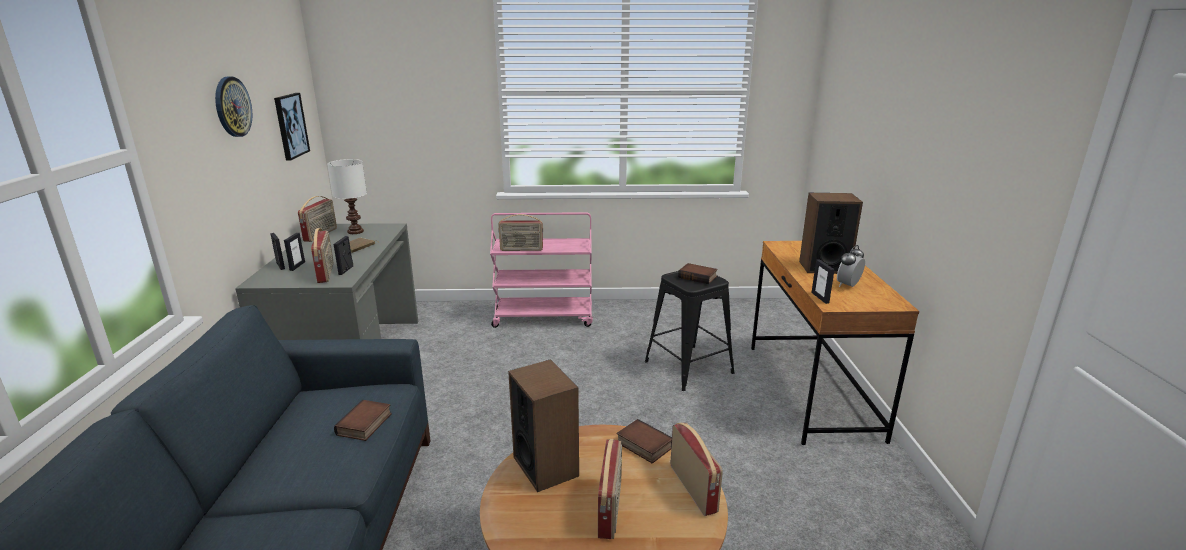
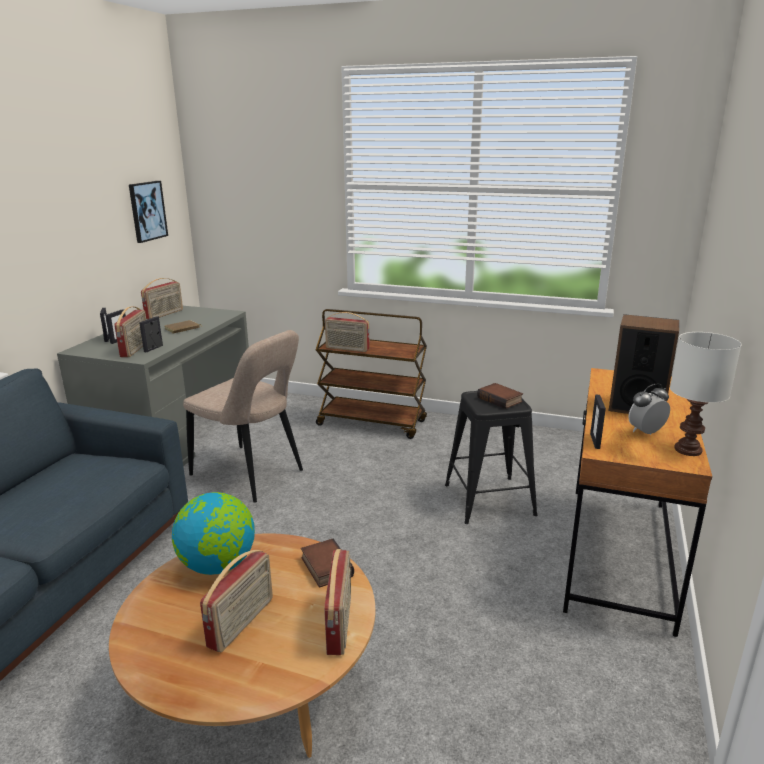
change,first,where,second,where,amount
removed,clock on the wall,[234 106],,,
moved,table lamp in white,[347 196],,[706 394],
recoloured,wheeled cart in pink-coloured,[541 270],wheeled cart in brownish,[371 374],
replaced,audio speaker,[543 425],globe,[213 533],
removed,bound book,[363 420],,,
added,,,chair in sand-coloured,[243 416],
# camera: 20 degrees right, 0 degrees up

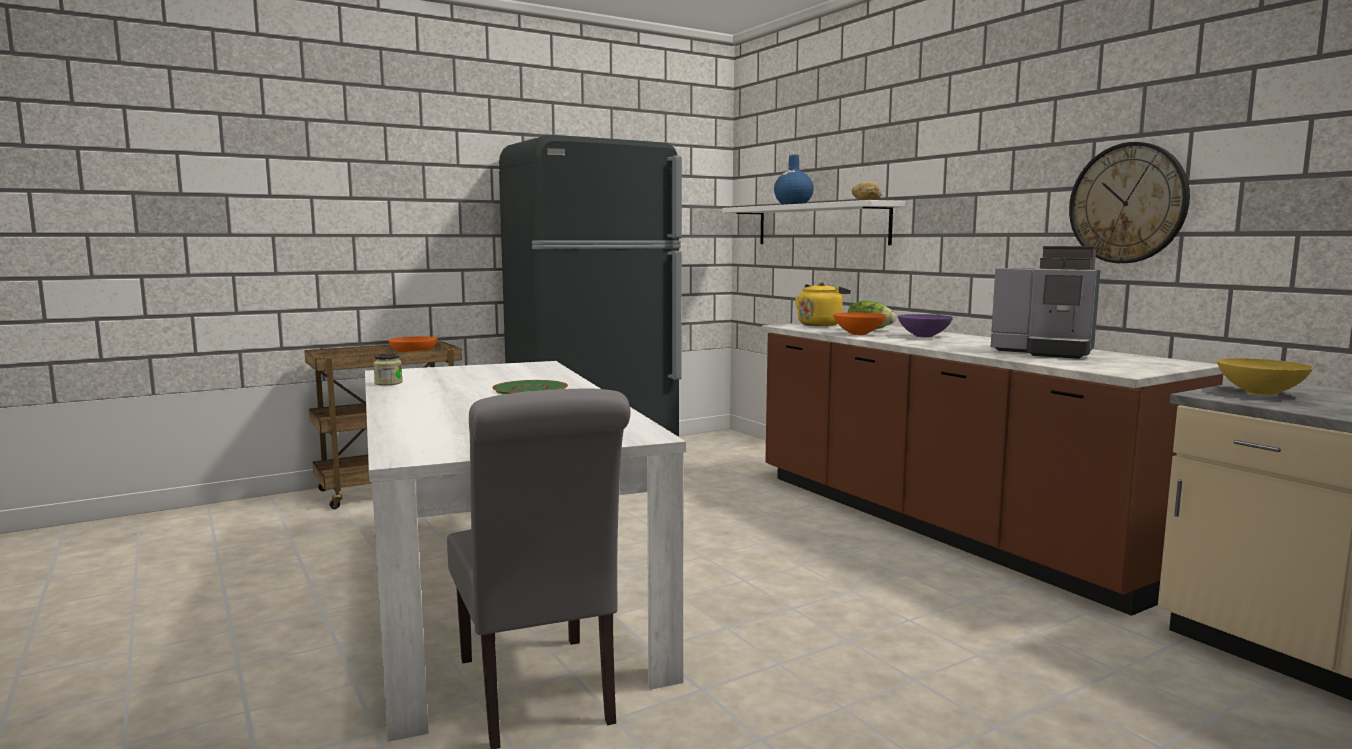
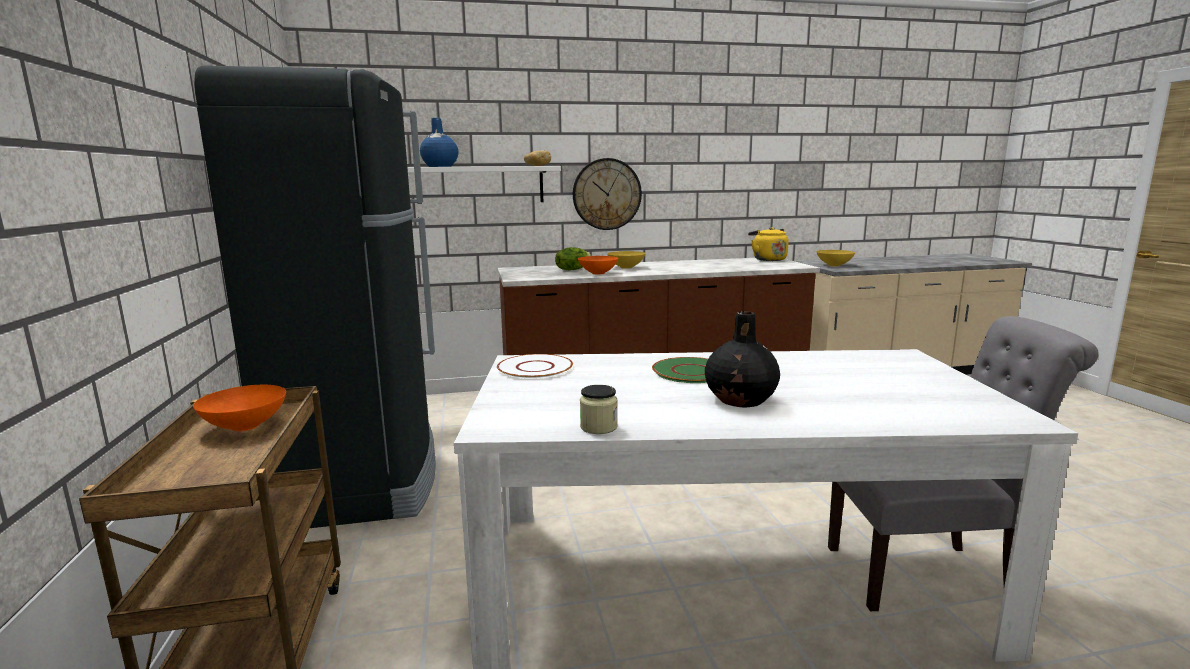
change,first,where,second,where,amount
moved,clock on the wall,[1129 202],,[607 194],
removed,coffee maker,[1045 302],,,
moved,tea kettle in yellowish,[823 304],,[768 244],
recoloured,bowl in purple-coloured,[925 325],bowl in yellowish,[626 260],
added,,,flower vase in black,[742 359],
added,,,plate in white,[535 366],
# camera: 70 degrees left, 5 degrees up

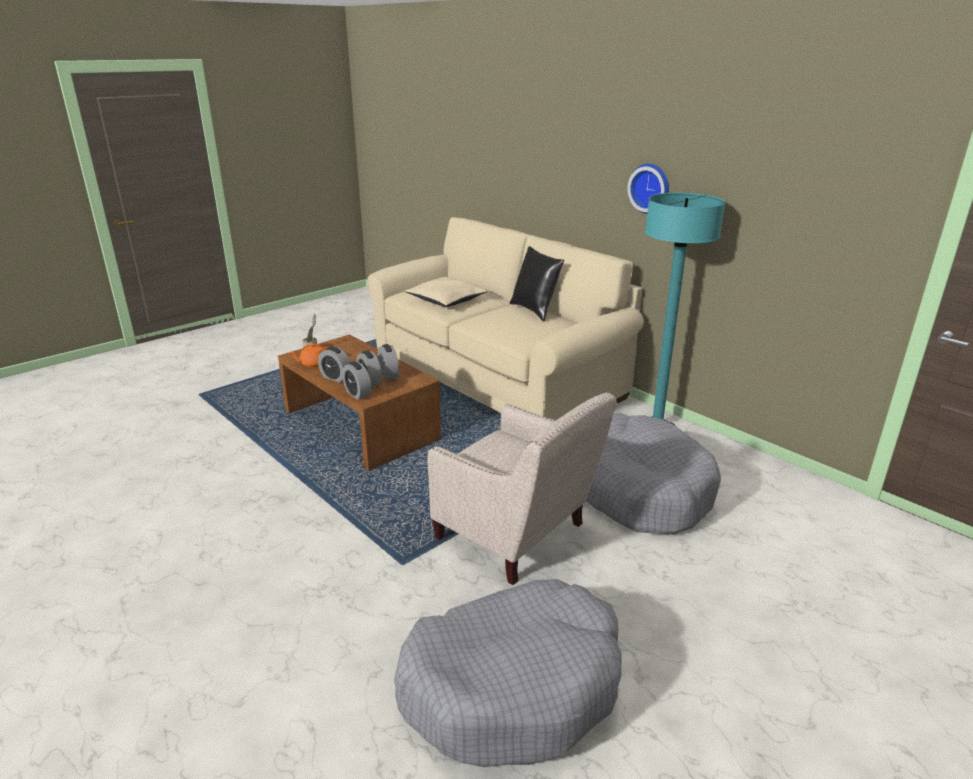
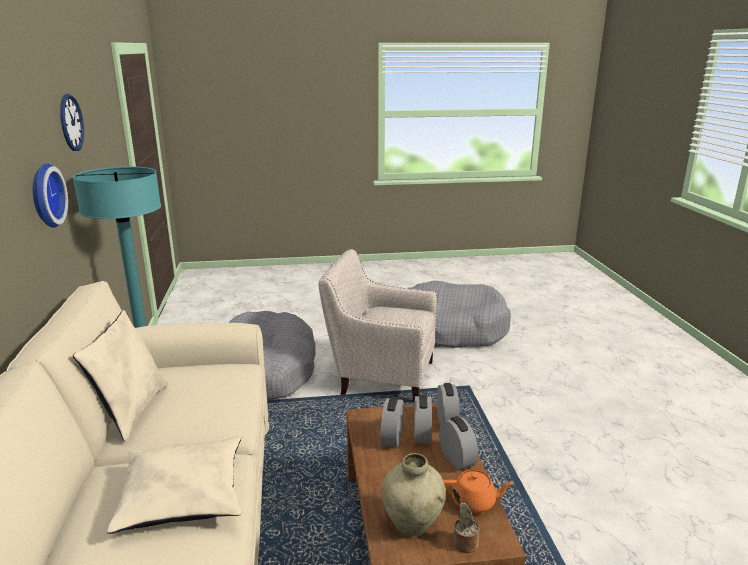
change,first,where,second,where,amount
recoloured,throw pillow in black,[537 283],throw pillow in sand-coloured,[120 375],
turned,easy chair in sand-coloured,[521 488],,[378 325],60 degrees counterclockwise
added,,,clock on the wall,[72 122],
added,,,flower vase in sand-coloured,[413 495],
# camera: 145 degrees left, 5 degrees down

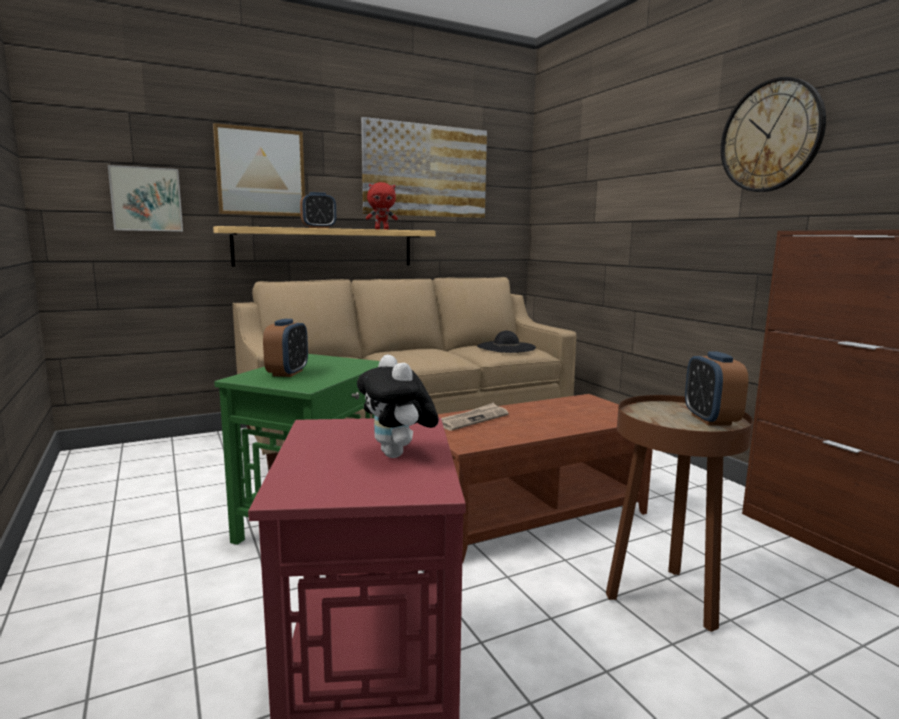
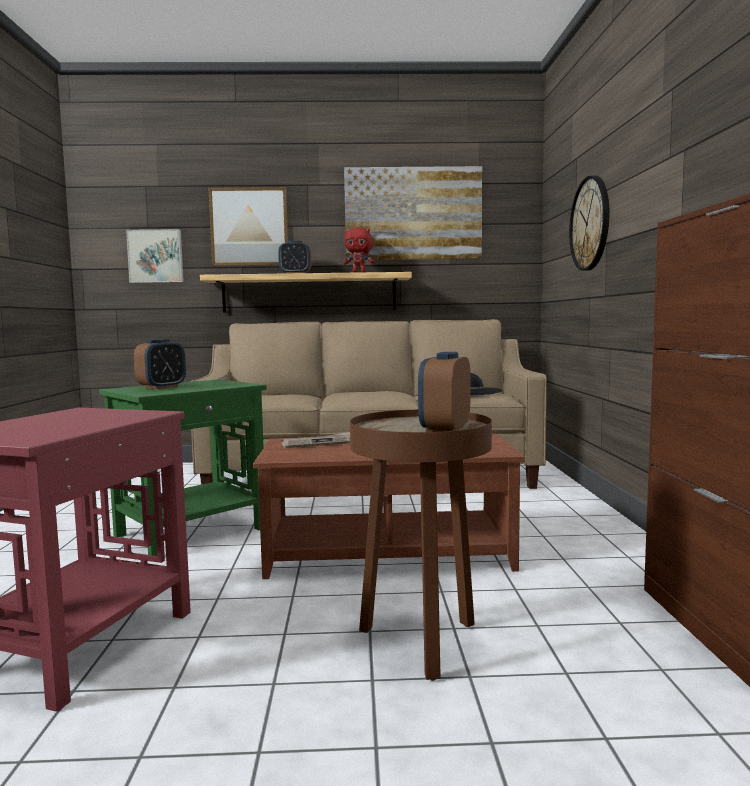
change,first,where,second,where,amount
moved,clock on the wall,[773 134],,[589 223],
removed,plush toy,[398 406],,,
# camera: 25 degrees right, 5 degrees down

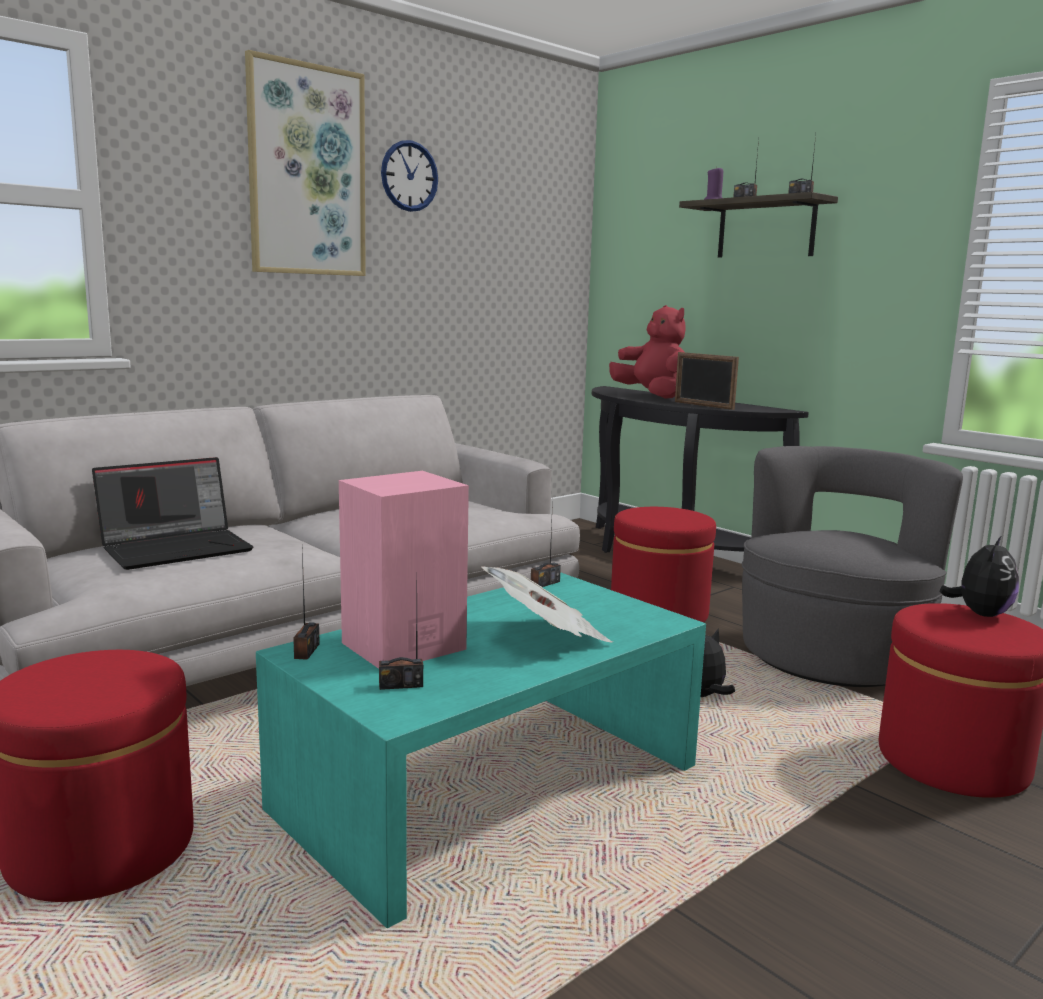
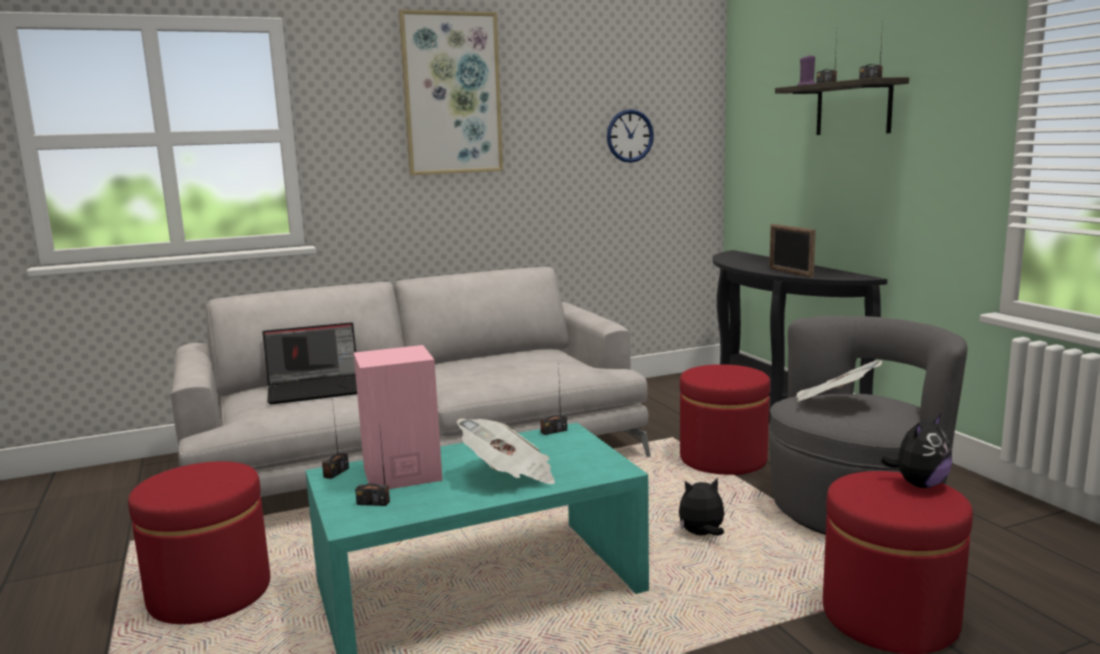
change,first,where,second,where,amount
moved,clock on the wall,[409 176],,[630 136],
removed,plush toy in red,[647 352],,,
added,,,daily paper,[839 381],
# camera: 20 degrees right, 0 degrees up

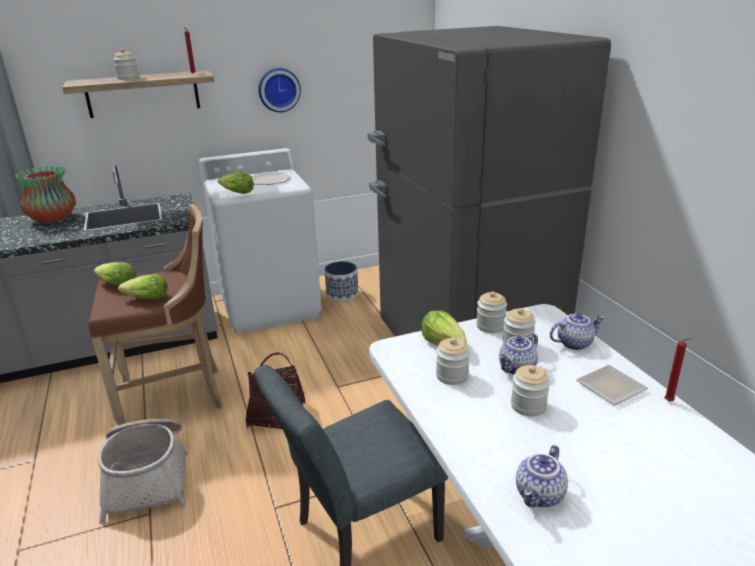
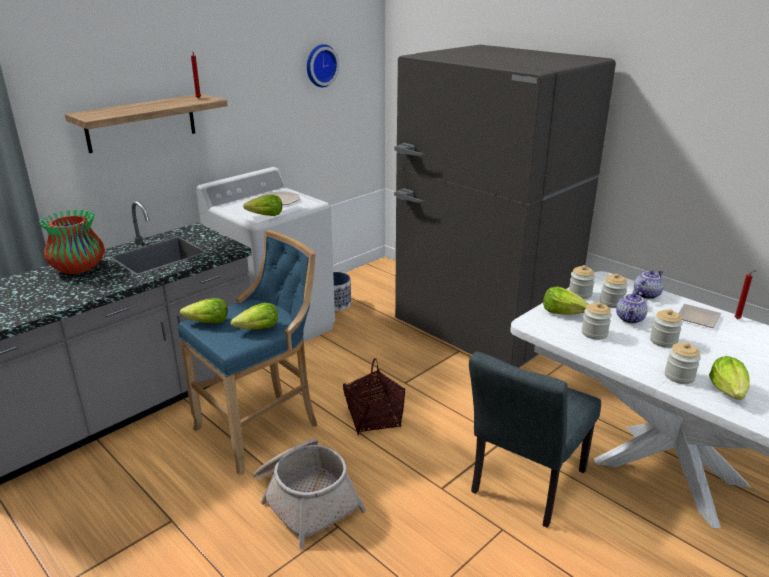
change,first,where,second,where,amount
moved,preserve jar,[126 64],,[683 363],
moved,clock on the wall,[279 90],,[323 65],
recoloured,sitting stool in brownish,[156 315],sitting stool in blue-coloured,[247 353],
replaced,teapot,[542 476],lettuce head,[729 378],
# camera: 25 degrees left, 0 degrees up

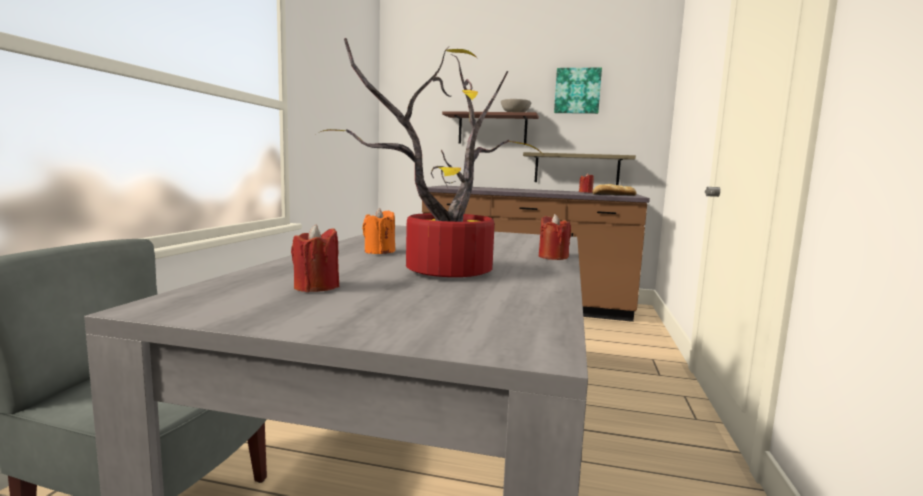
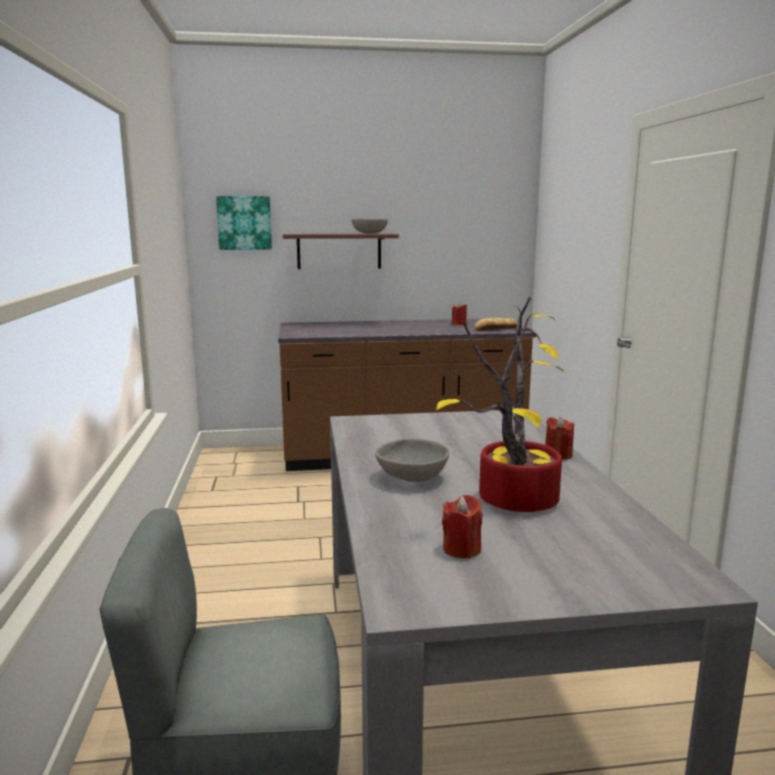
change,first,where,second,where,amount
moved,wall picture,[578 91],,[244 223],
removed,shelf,[579 168],,,
replaced,wax light in orangey,[378 231],bowl in grey,[412 460],
# camera: 20 degrees left, 5 degrees up

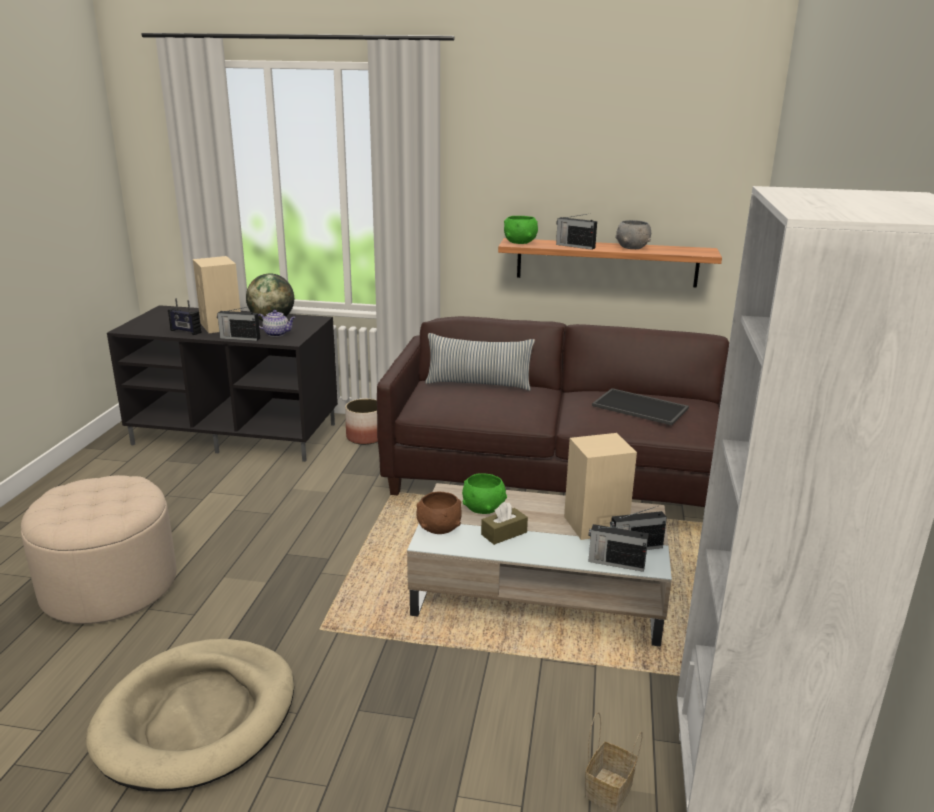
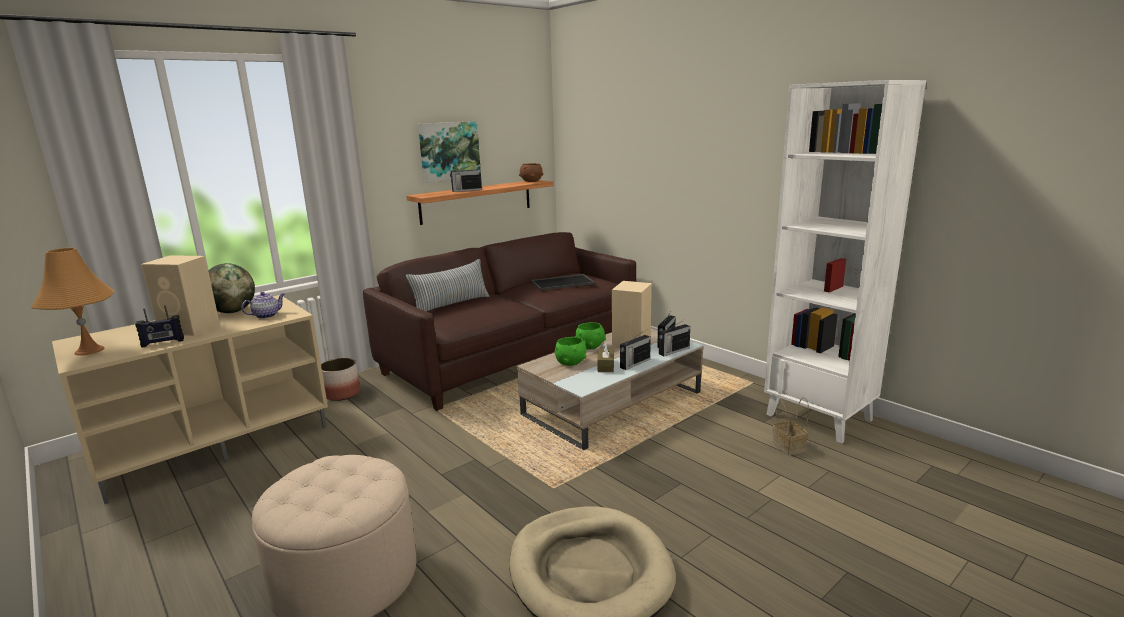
change,first,where,second,where,amount
moved,bowl in green-coloured,[521 230],,[590 336],
removed,bowl in grey,[633 234],,,
recoloured,media console in black,[222 383],media console in sand-coloured,[190 399],
moved,radio,[238 324],,[635 350],
moved,bowl in brownish,[439 513],,[531 172],
added,,,wall picture,[449 152],
added,,,table lamp in orangey,[73 302],
# camera: 50 degrees left, 5 degrees down

